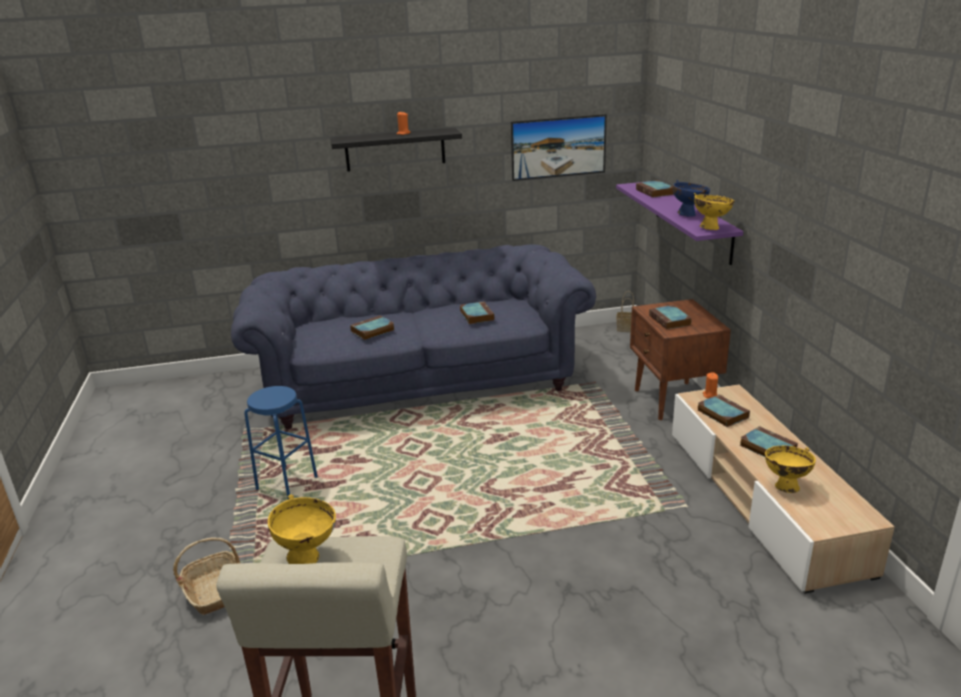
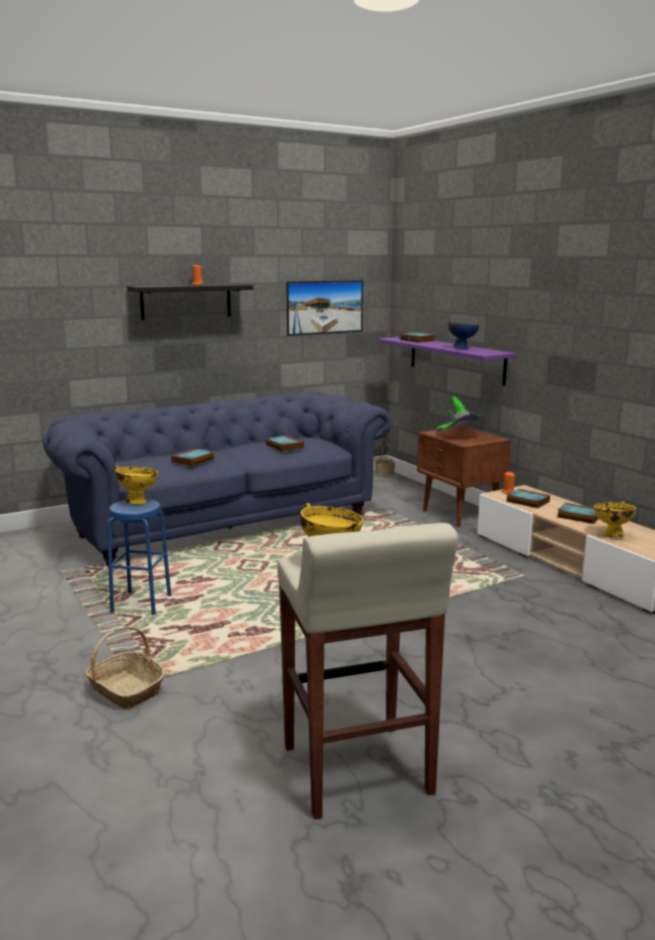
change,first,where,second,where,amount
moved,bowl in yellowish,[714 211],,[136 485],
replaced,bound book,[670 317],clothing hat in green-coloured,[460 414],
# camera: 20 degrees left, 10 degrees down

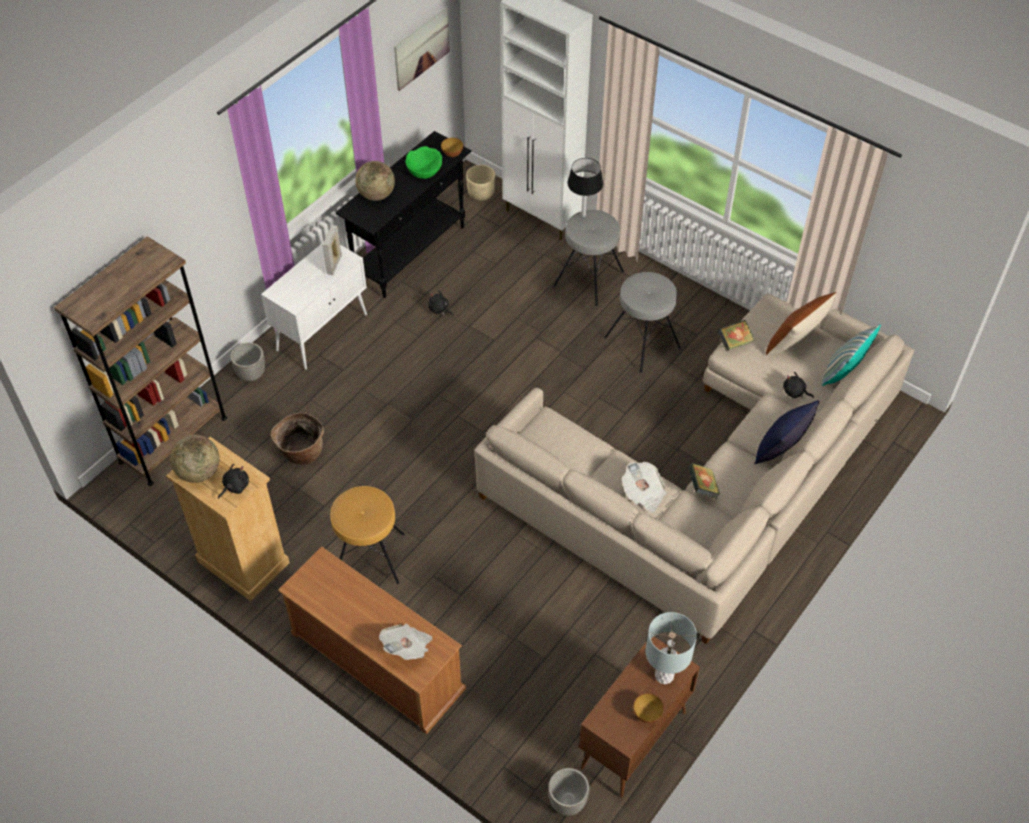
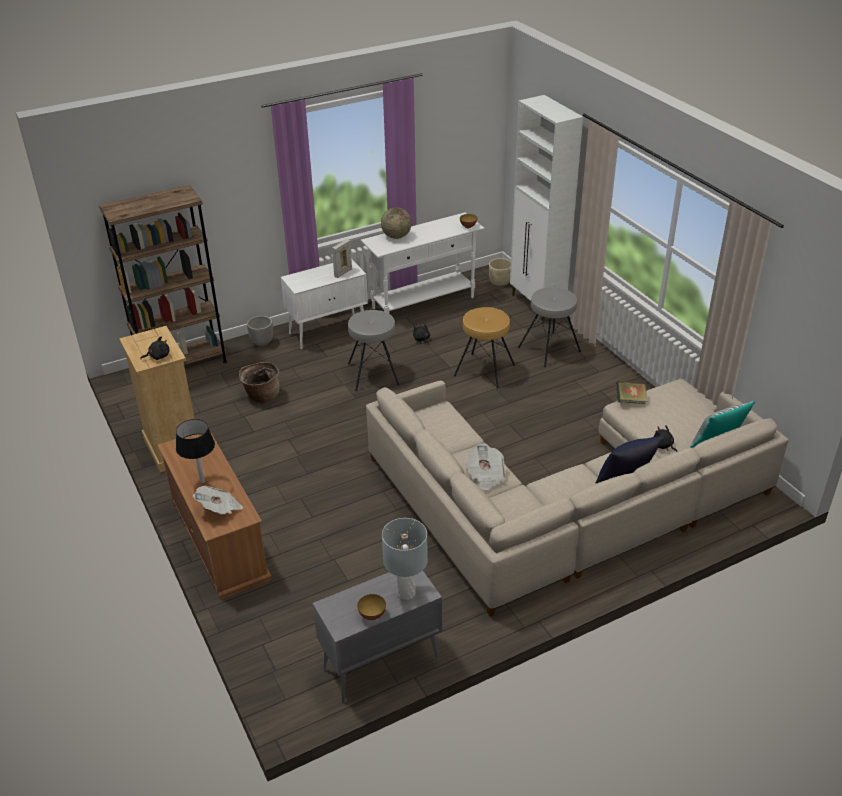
change,first,where,second,where,amount
removed,wall picture,[422 49],,,
recoloured,narrow table in black,[403 214],narrow table in white,[422 263],
removed,bowl in green-coloured,[423 162],,,
moved,table lamp in black,[585 187],,[195 451],
moved,sitting stool in grey,[642 322],,[374 350],
removed,throw pillow in brownish,[801 323],,,
removed,globe,[195 459],,,
removed,bound book,[704 481],,,
moved,sitting stool in brownish,[367 535],,[484 348],
recoloured,cupboard in brownish,[639 717],cupboard in grey,[377 637],
removed,flower pot,[568 792],,,
# camera: 25 degrees right, 15 degrees down

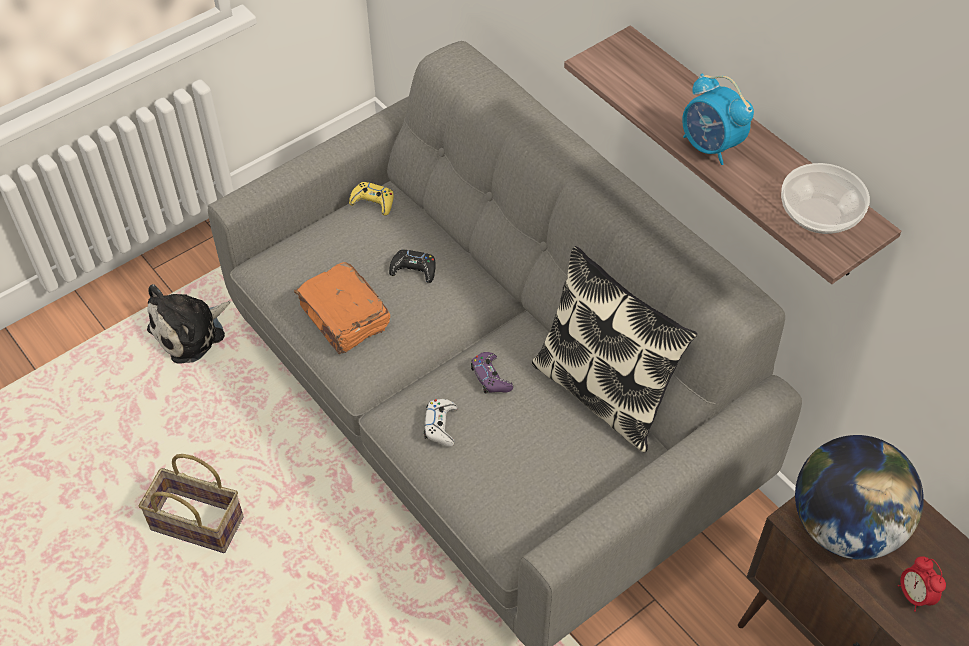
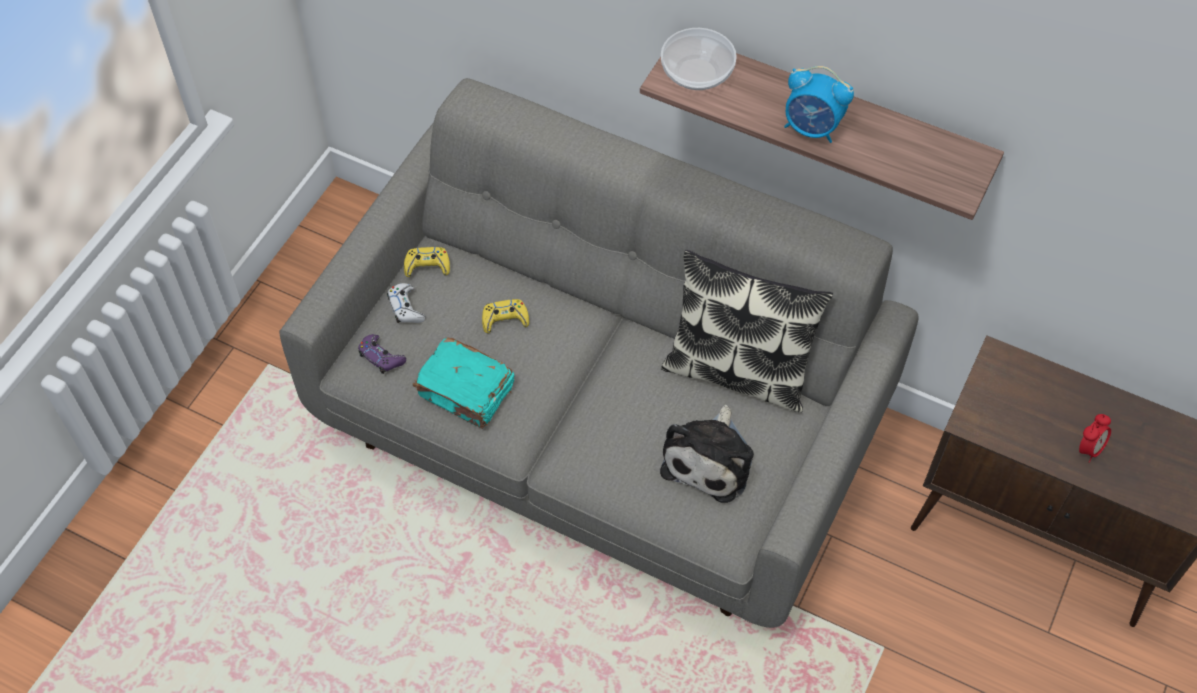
change,first,where,second,where,amount
moved,bowl,[825 198],,[699 59],
recoloured,gamepad in black,[412 266],gamepad in yellowish,[505 316],
recoloured,bound book in orangey,[342 308],bound book in turquoise-coloured,[463 383],
moved,plush toy,[188 324],,[707 454],
moved,gamepad in purple-coloured,[492 373],,[382 354],
moved,gamepad in white,[441 423],,[406 303],
removed,globe,[859 497],,,
removed,storage basket,[191 503],,,
turned,table clock,[922 584],,[1095 438],90 degrees counterclockwise
# camera: 25 degrees left, 5 degrees up

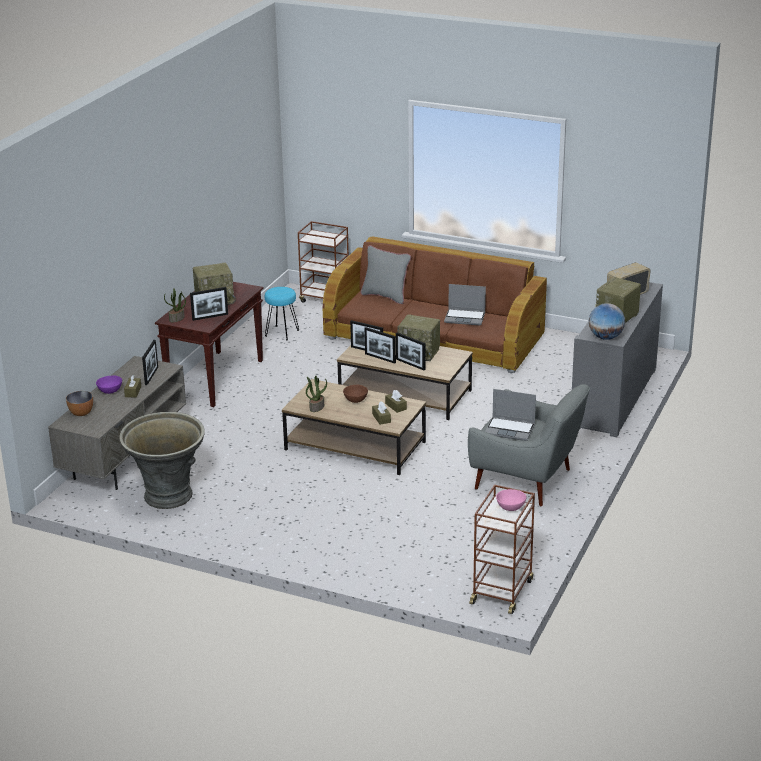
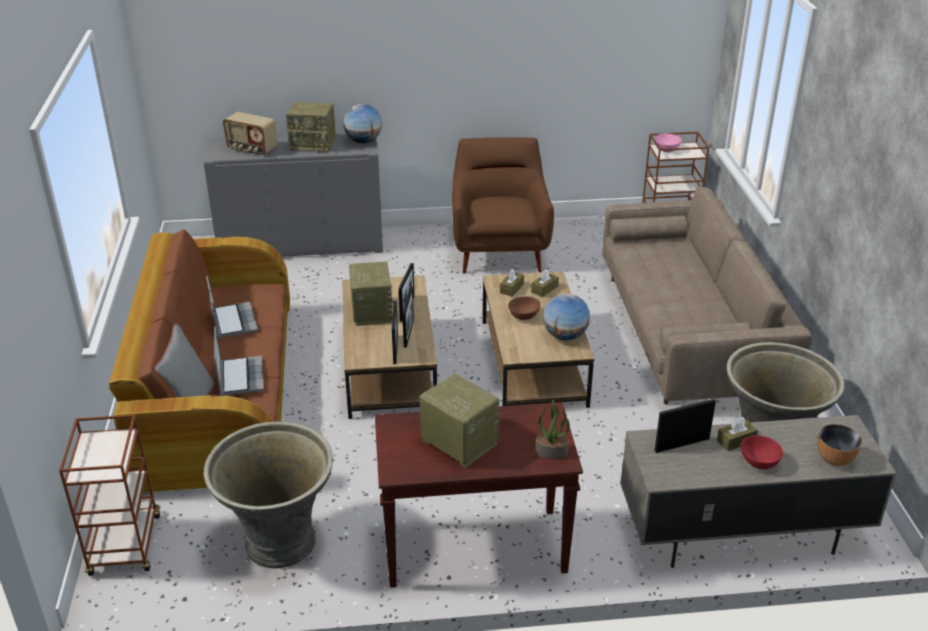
change,first,where,second,where,amount
removed,standing frame,[209 304],,,
replaced,sitting stool in turquoise-coloured,[282 313],flower pot in grey,[268 495],
recoloured,bowl in purple-coloured,[109 385],bowl in red,[762 452],
replaced,houseplant,[316 394],globe,[566 316],
recoloured,easy chair in grey,[529 445],easy chair in brownish,[503 205],
moved,notebook computer,[510 415],,[239 360],
added,,,settee in sand-coloured,[707 296],
# camera: 120 degrees left, 5 degrees up

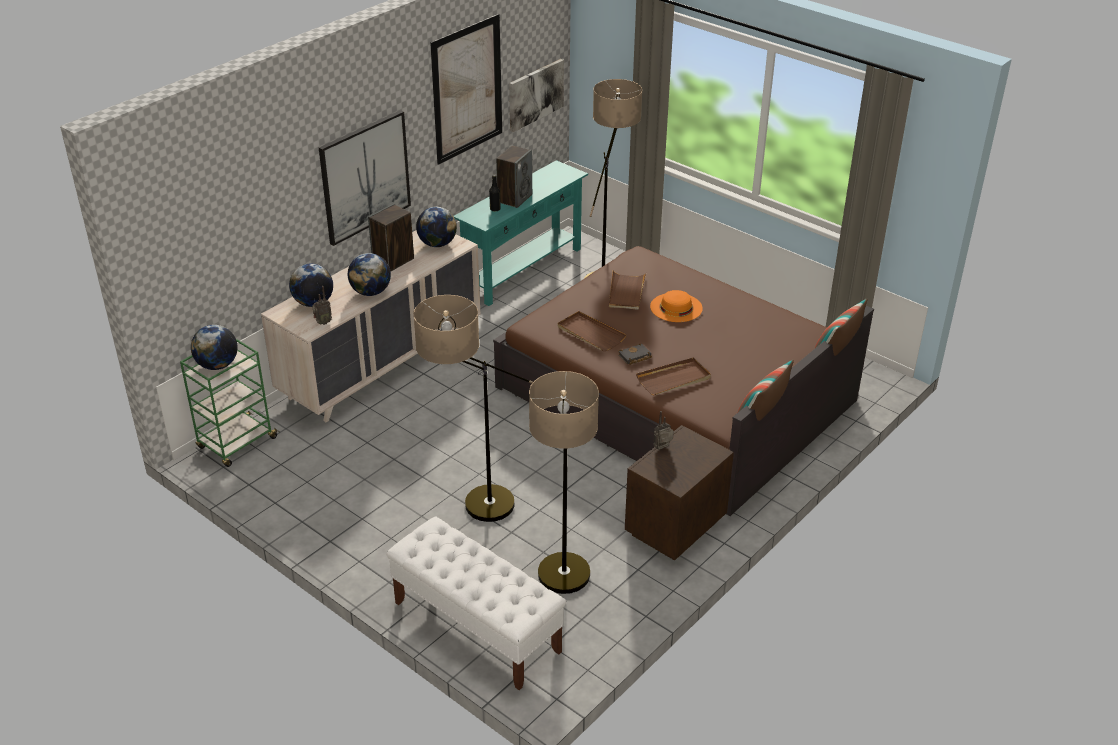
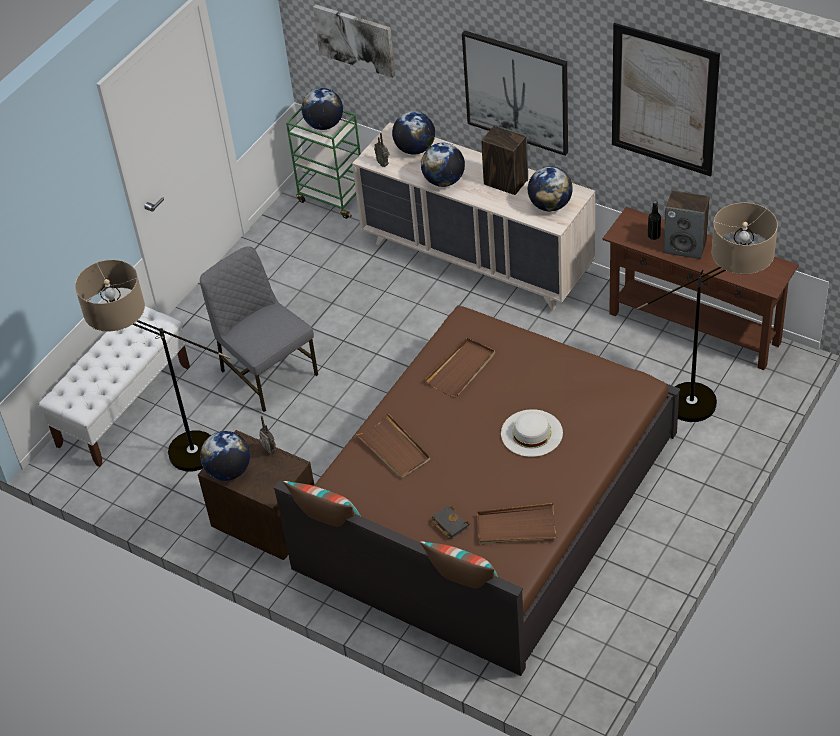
change,first,where,second,where,amount
moved,wall picture,[536 95],,[354 41],
recoloured,narrow table in turquoise-coloured,[521 233],narrow table in brownish,[701 288],
moved,carrying tray in brownish,[627 290],,[517 524],
recoloured,clothing hat in orangey,[676 306],clothing hat in white,[532 433],
replaced,standing lamp,[473 408],chair in grey,[259 329],
moved,bound book in black,[635 354],,[450 522],
added,,,globe,[225 456],
# camera: 85 degrees right, 10 degrees up

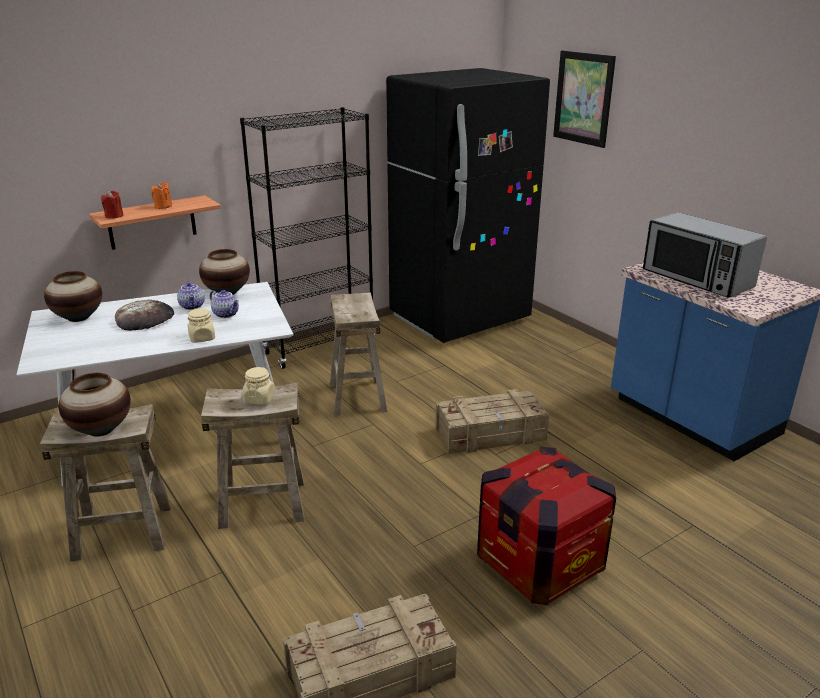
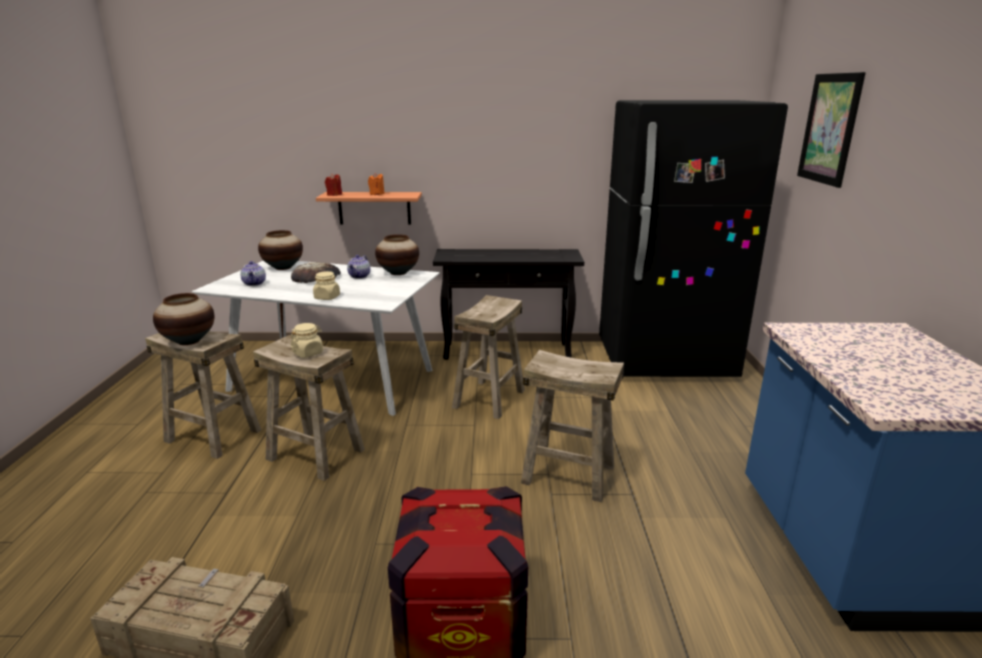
change,first,where,second,where,amount
replaced,shelving unit in black,[307 238],narrow table in black,[508 304],
removed,microwave,[705 255],,,
moved,teapot,[224 304],,[253 273],
replaced,crate,[492 422],sitting stool in sand-coloured,[572 426],
# camera: 35 degrees right, 5 degrees down

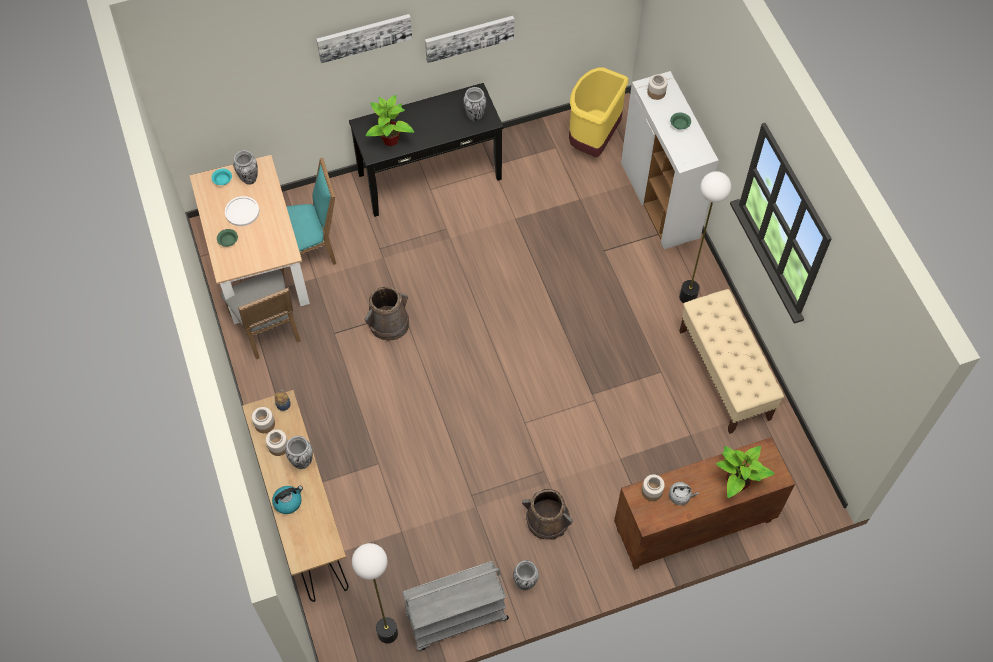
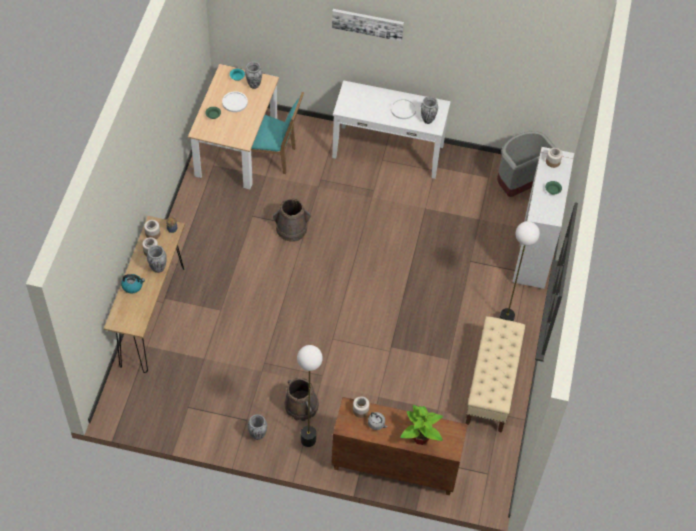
change,first,where,second,where,amount
removed,wall picture,[469 39],,,
recoloured,rubbish bin in yellowish,[598 112],rubbish bin in grey,[526 164],
recoloured,narrow table in black,[426 150],narrow table in white,[391 129],
removed,houseplant,[390 120],,,
removed,chair in grey,[261 314],,,
moved,standing lamp,[375 593],,[310 396],
removed,wheeled cart in grey,[455 606],,,
added,,,plate in white,[403 108],
# camera: 30 degrees right, 5 degrees down

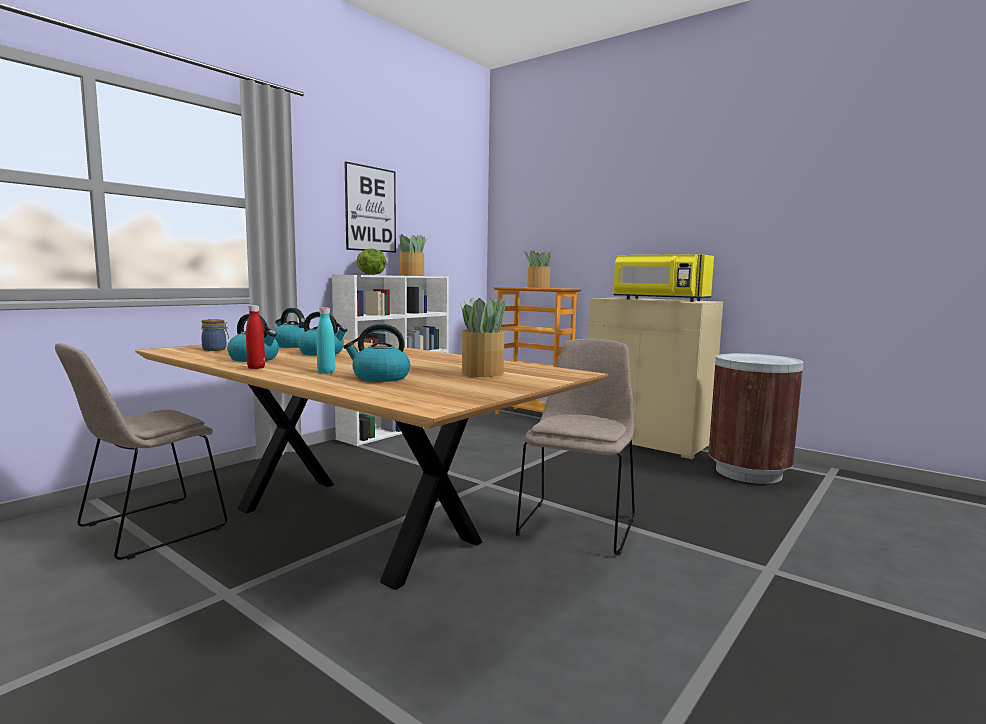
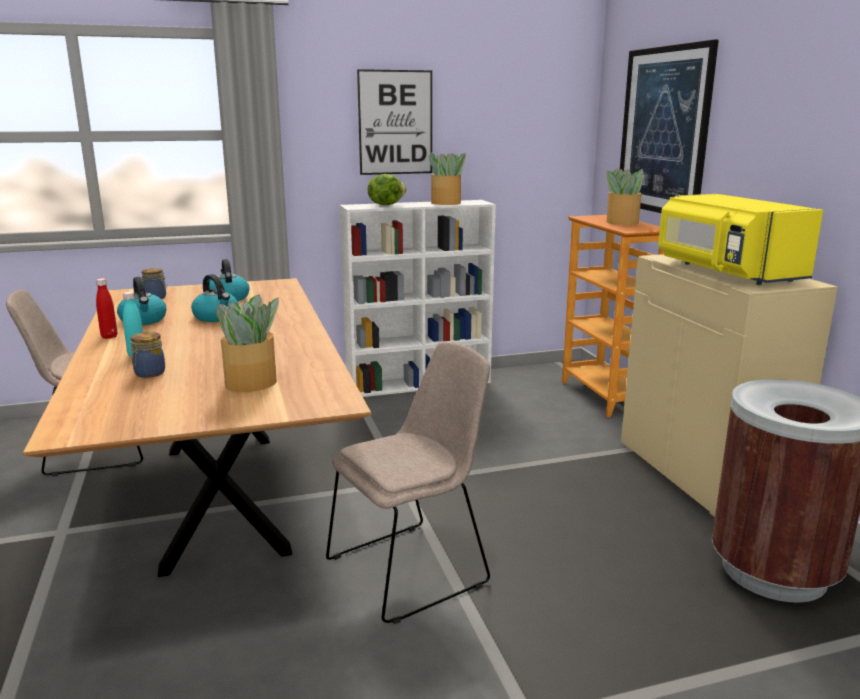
change,first,where,second,where,amount
replaced,tea kettle,[376 353],preserve jar,[147 355],
added,,,wall picture,[669 126],
# camera: 35 degrees right, 10 degrees up

